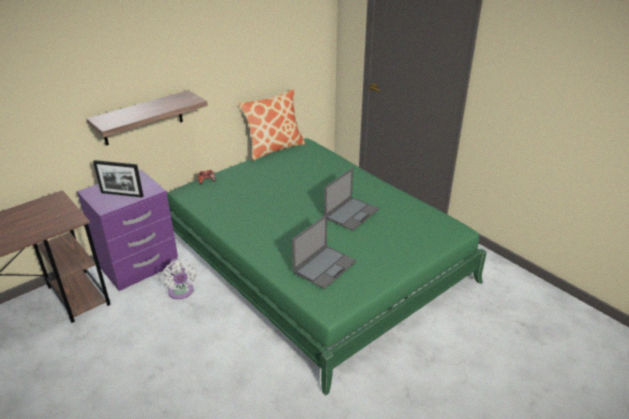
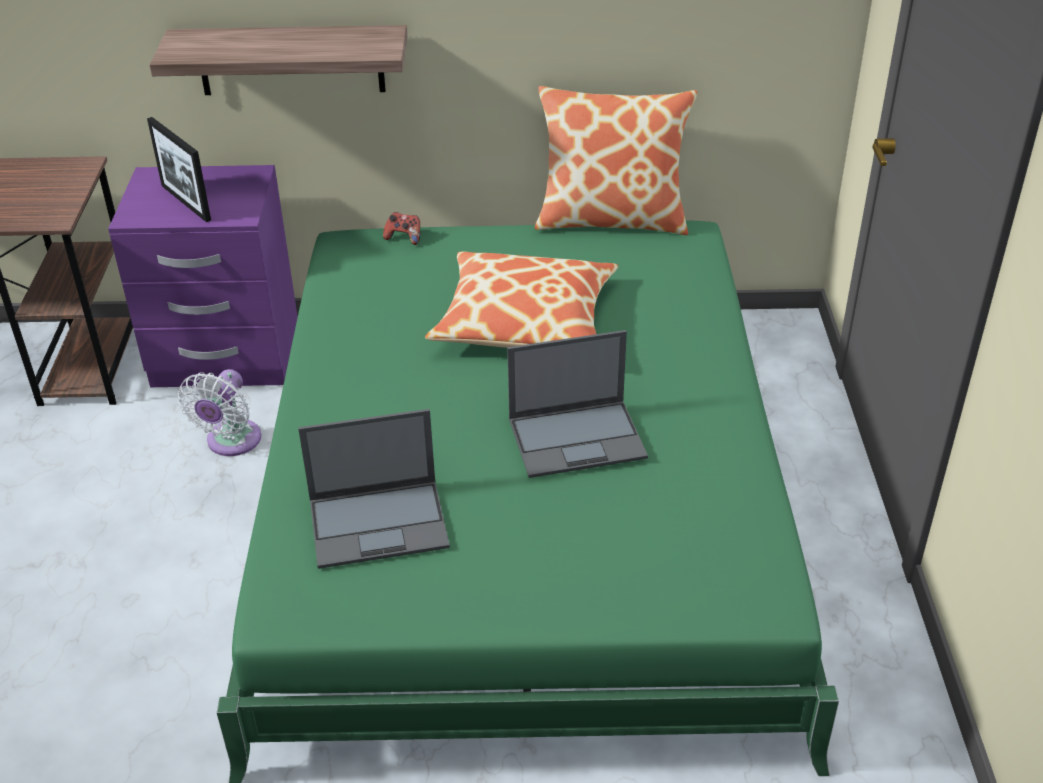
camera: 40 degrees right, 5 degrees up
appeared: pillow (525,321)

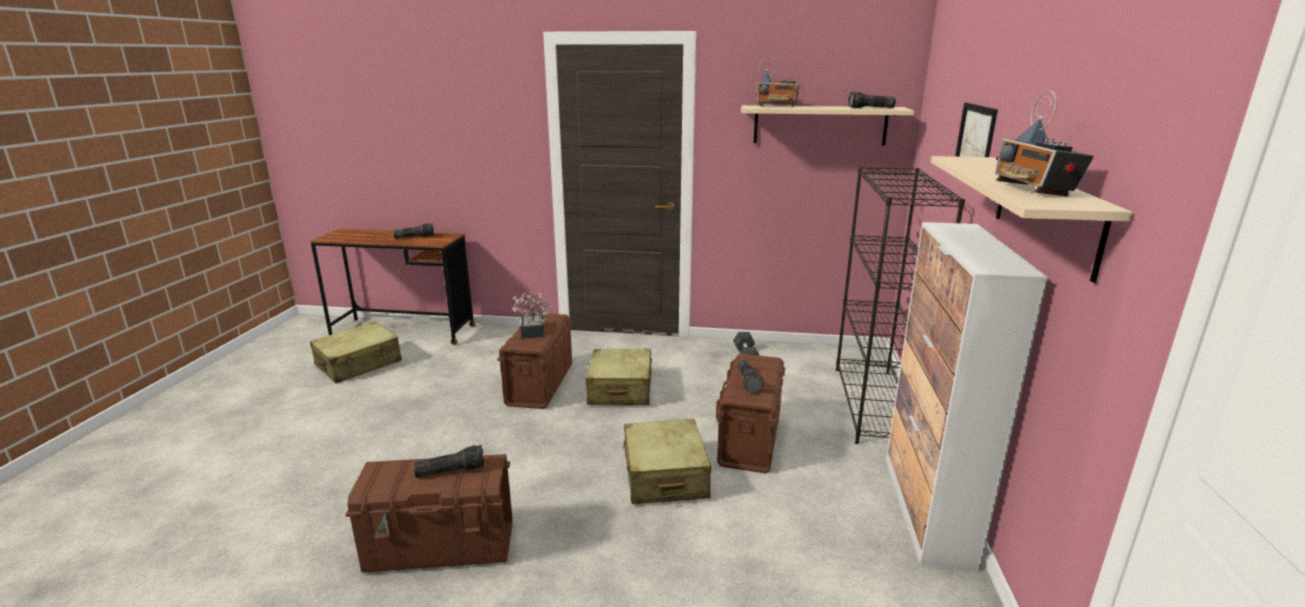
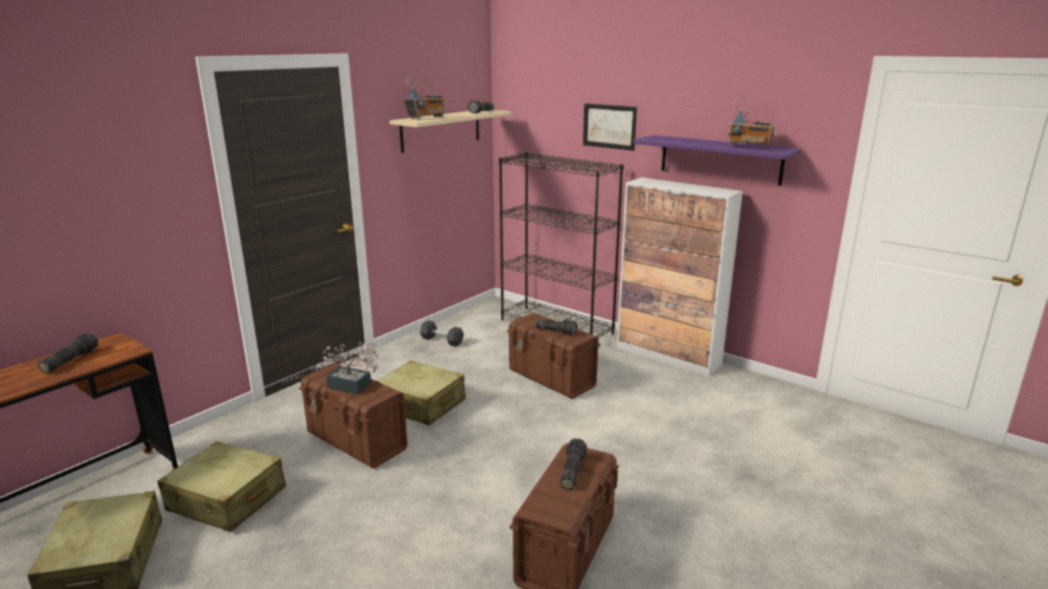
camera: 60 degrees left, 0 degrees up
relocated: beige_suitcase (664,476) to (227,500)
colour: beige_shelf (1045,212) to purple_shelf (720,159)

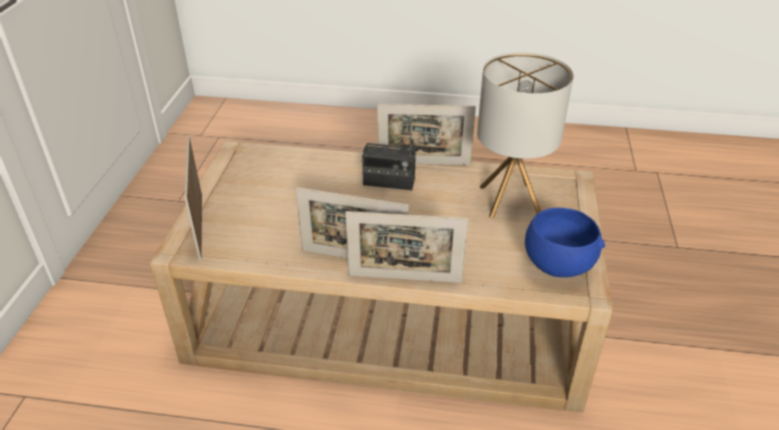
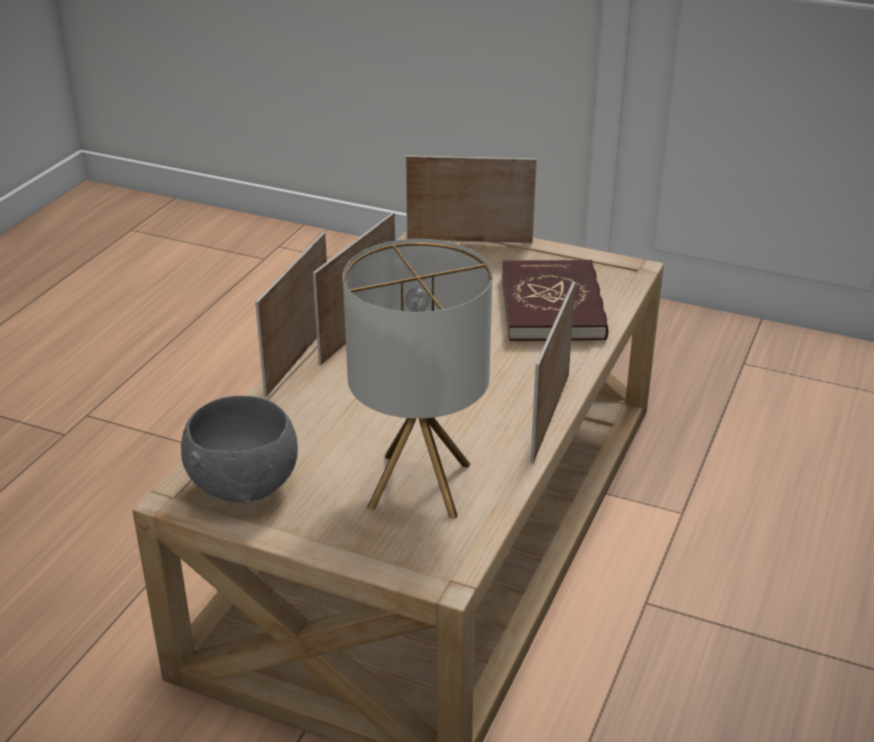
camera: 105 degrees right, 5 degrees down
missing: radio (388,182)
appeared: red_book (553,306)
colour: blue_bowl (556,265) to grey_bowl (246,485)

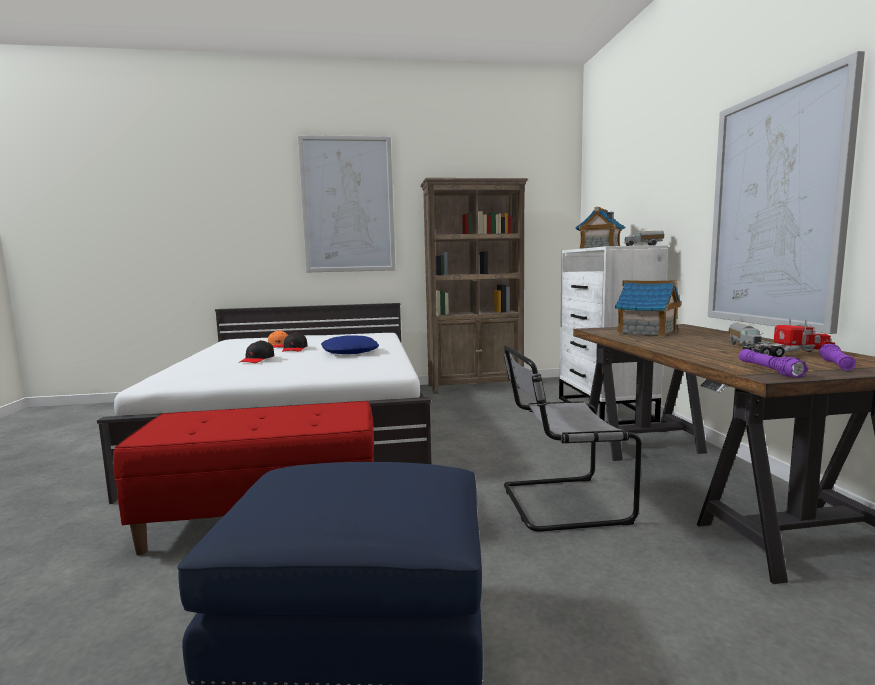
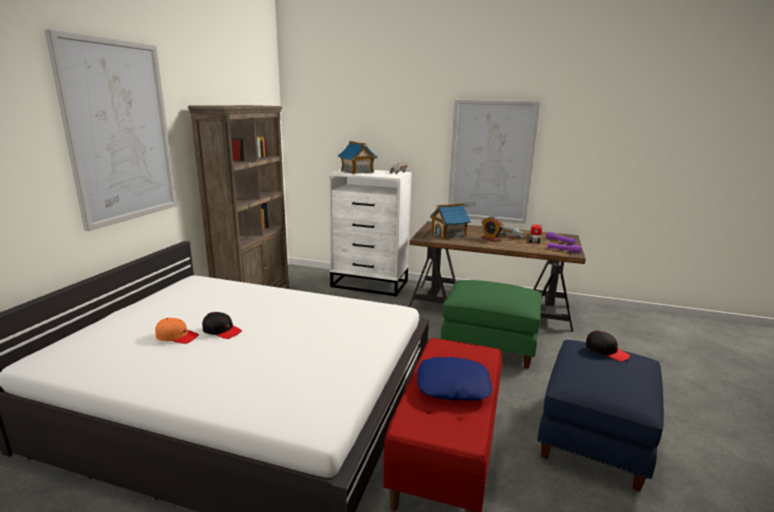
camera: 65 degrees left, 10 degrees up
appeared: alarm_clock (491,239)
relocated: black_cap (257,359) to (606,351); blue_pillow (350,352) to (453,385)
exchanged: grey_chair (559,503) to green_ottoman (488,345)

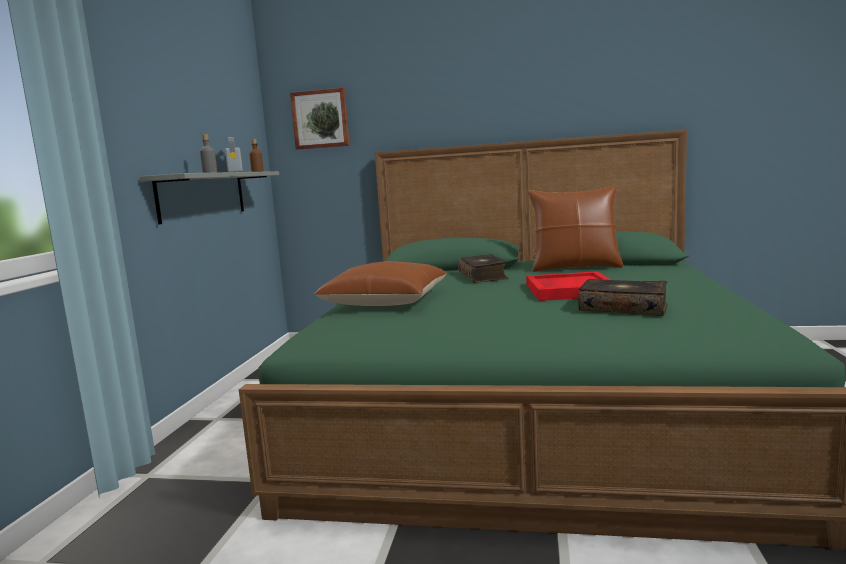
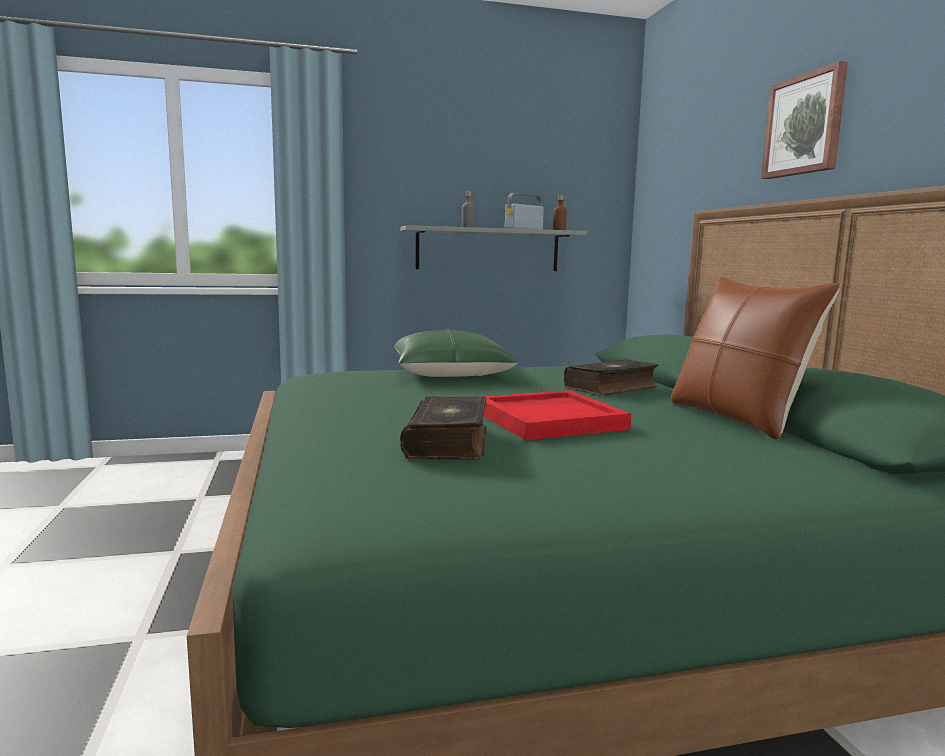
camera: 65 degrees right, 0 degrees up
relocated: picture (320,119) to (804,125)
colour: brown_pillow (385,301) to green_pillow (451,373)

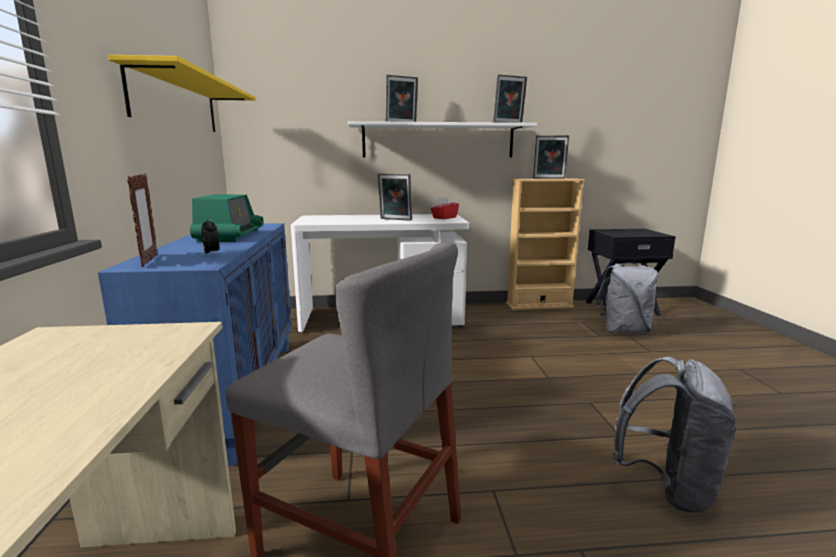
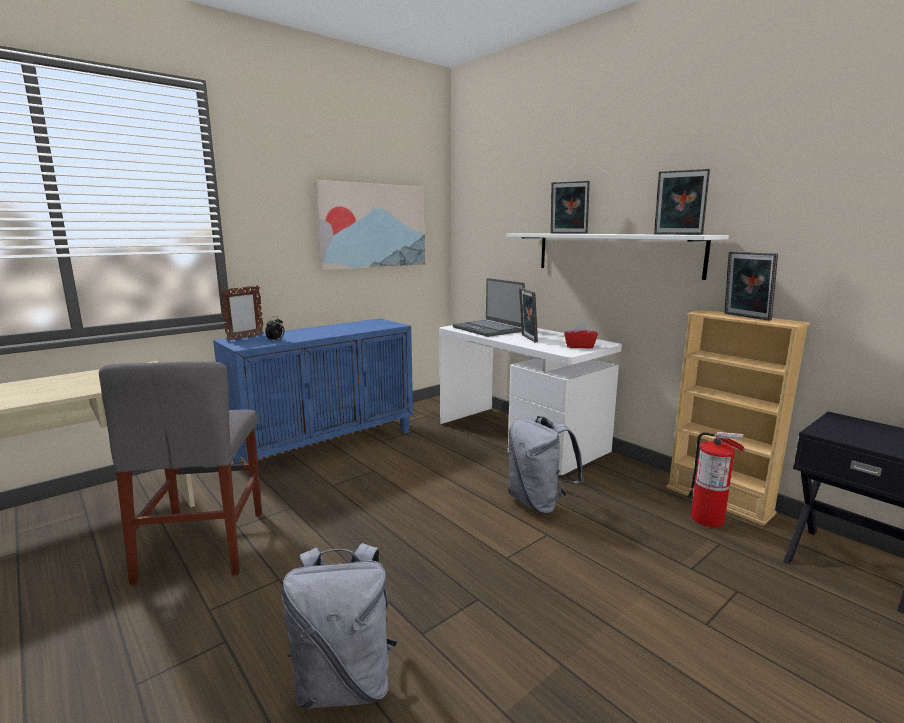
camera: 55 degrees right, 0 degrees up
missing: radio (229,236)
appeared: laptop (487,329); fire_extinguisher (707,519)
relocated: grey_backpack (624,331) to (539,503)
exchanged: yellow_shelf (177,103) to picture (372,226)

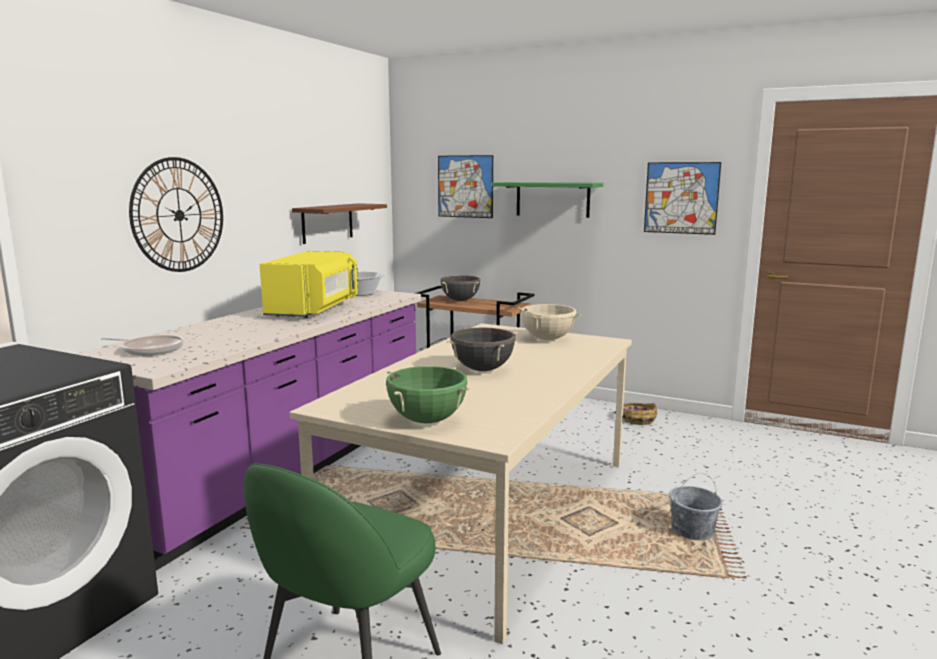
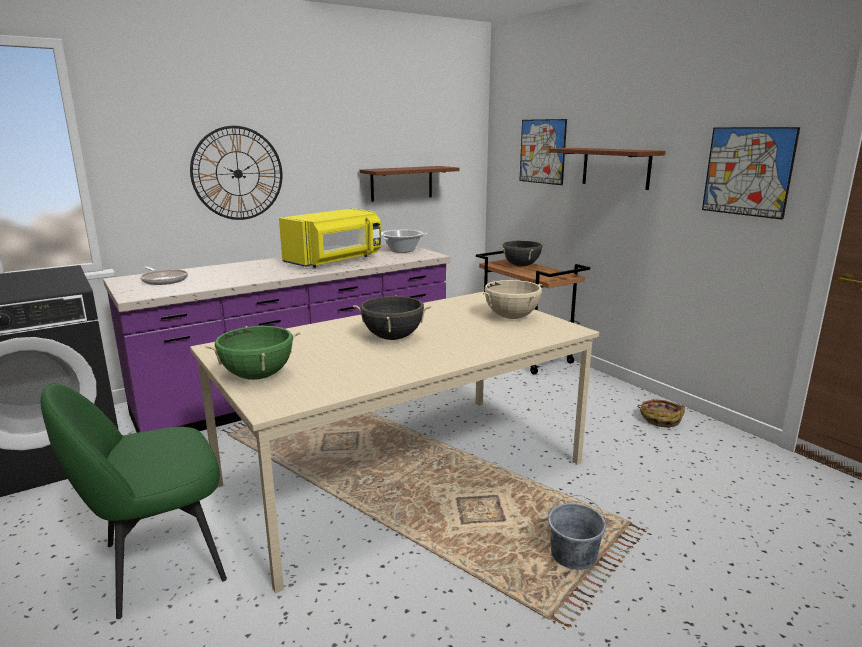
camera: 30 degrees right, 5 degrees up
colour: green_shelf (552,199) to brown_shelf (616,168)

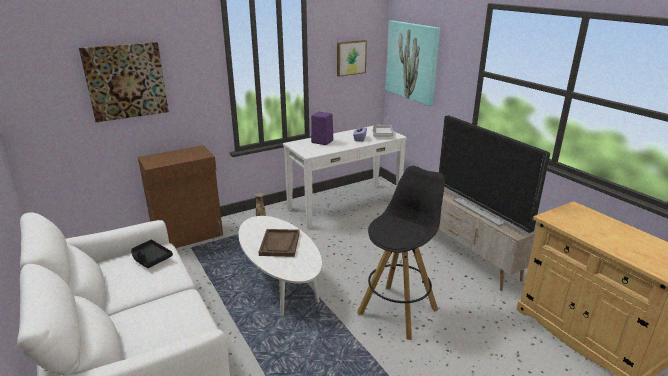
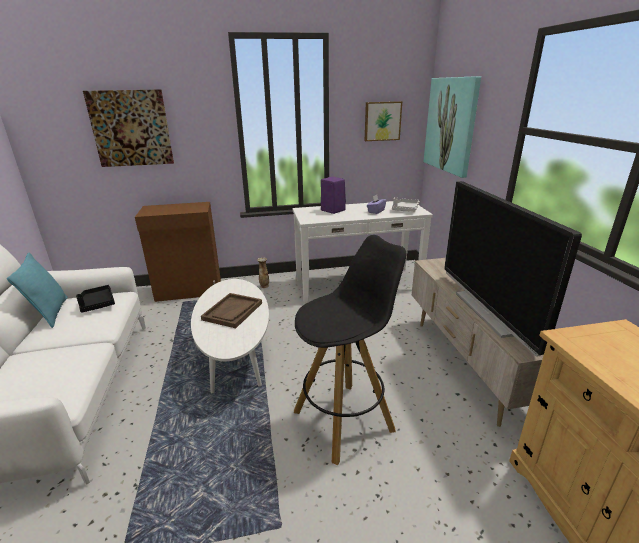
camera: 20 degrees right, 0 degrees up
appeared: turquoise_pillow (50,313)

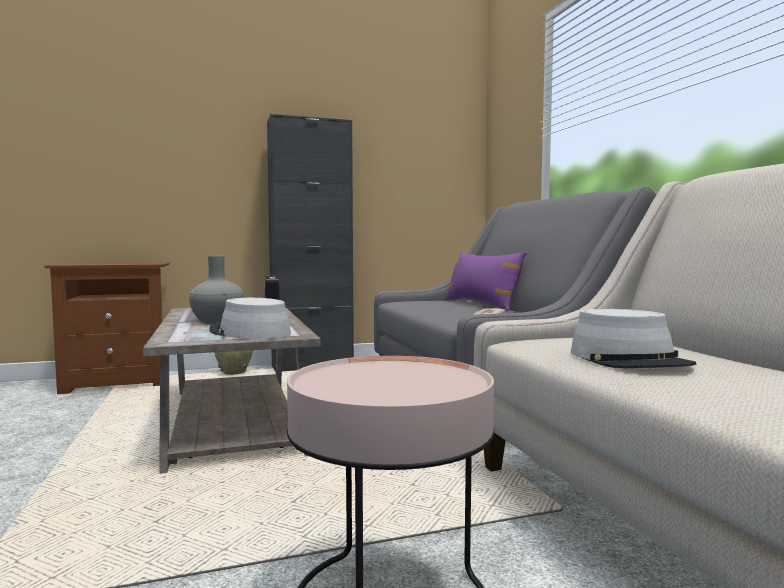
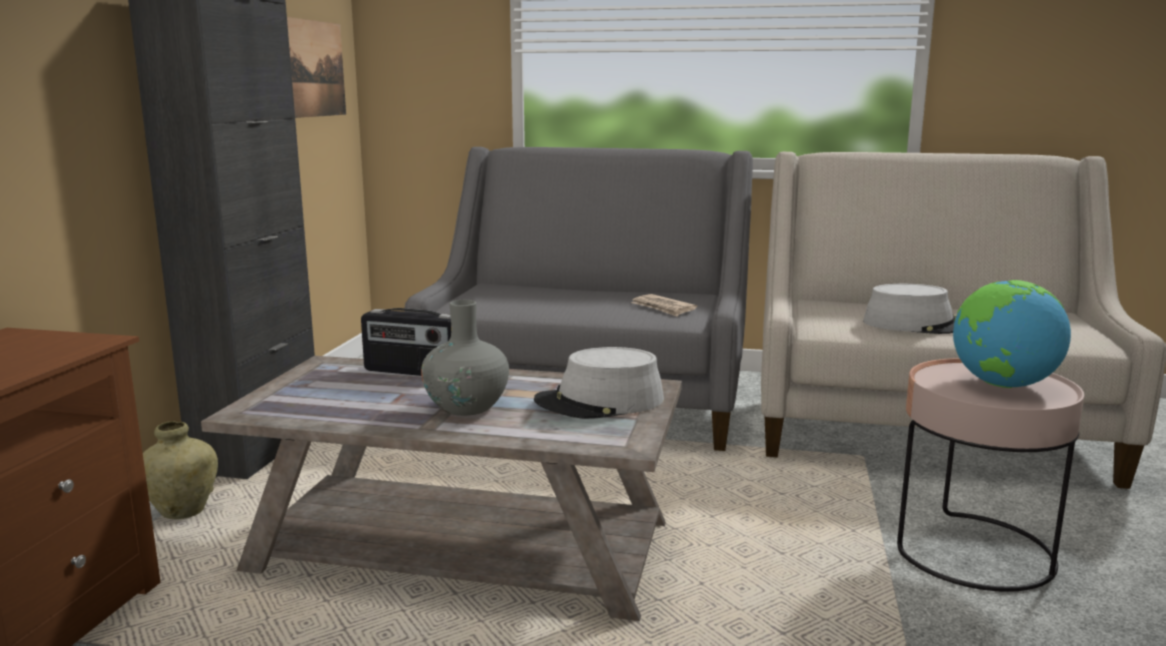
camera: 60 degrees left, 10 degrees up
missing: purple_pillow (482,304)
appeared: picture (314,69); globe (1002,385)

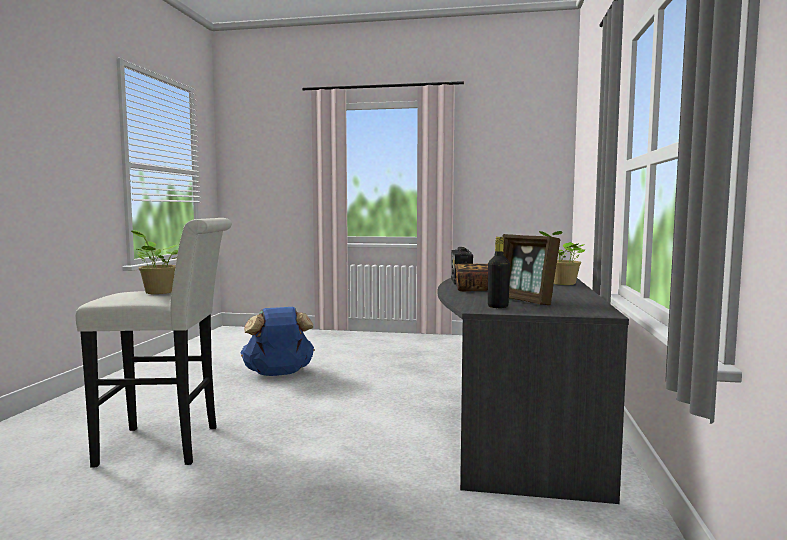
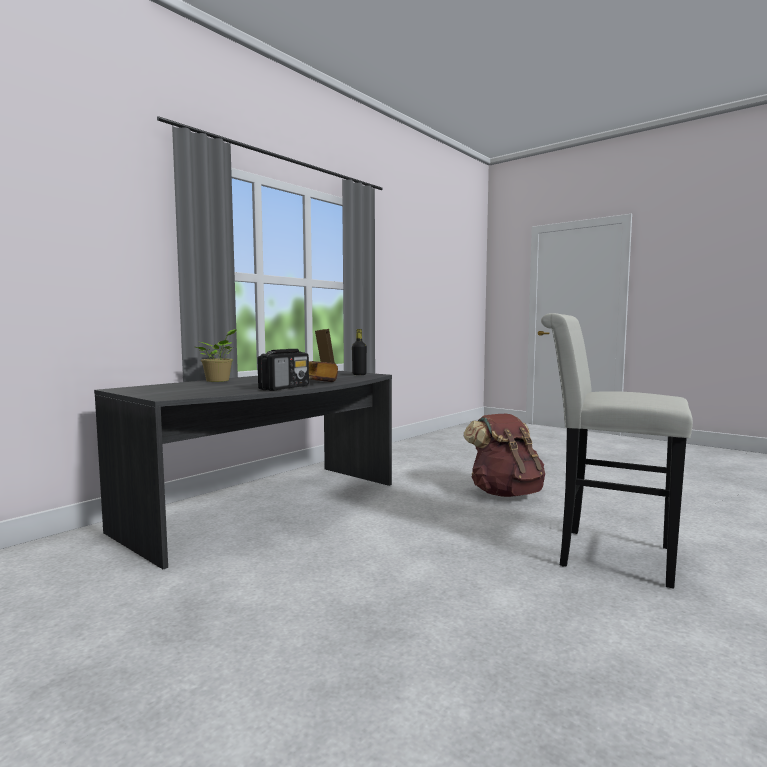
camera: 150 degrees left, 0 degrees up
missing: potted_plant (157,292); blue_backpack (278,374)
appeared: brown_backpack (505,493)

